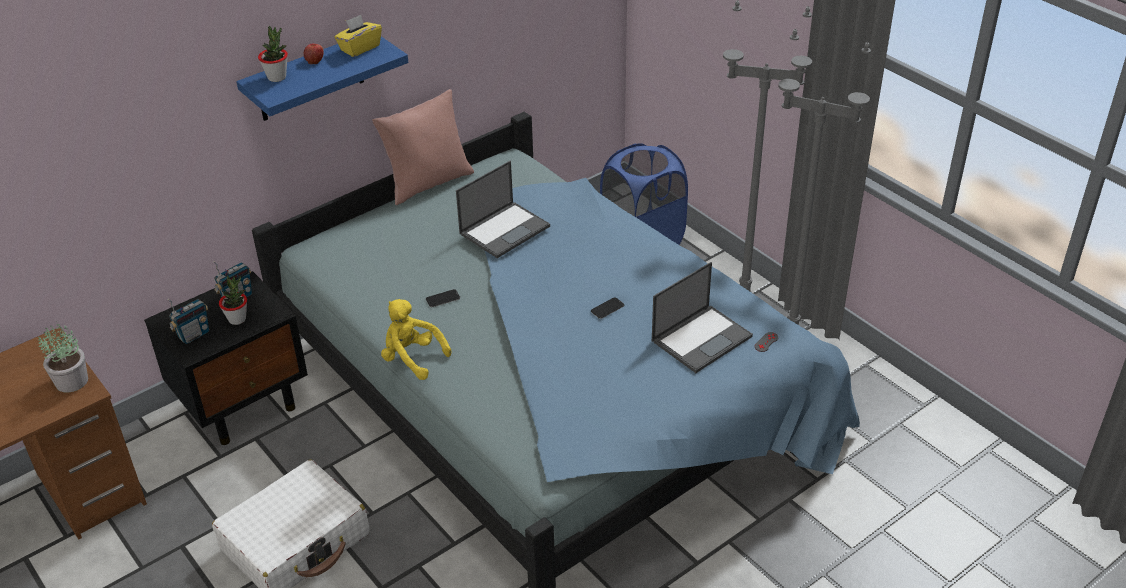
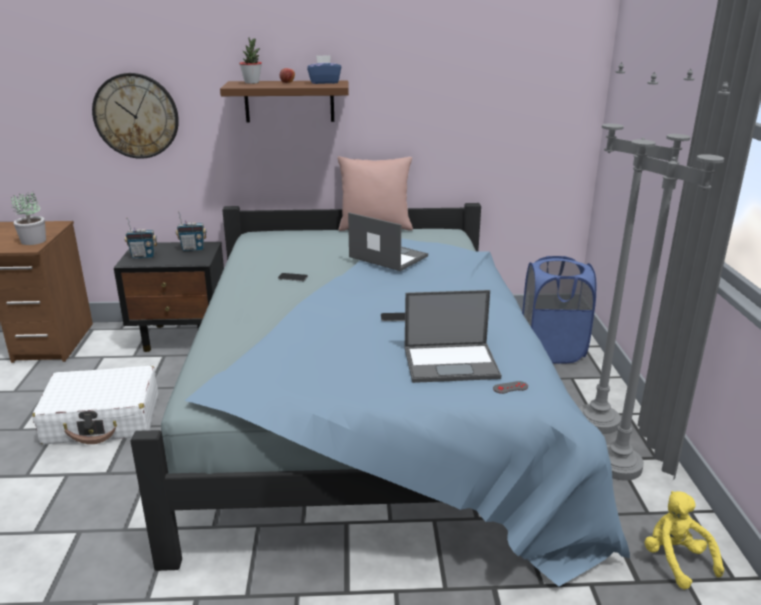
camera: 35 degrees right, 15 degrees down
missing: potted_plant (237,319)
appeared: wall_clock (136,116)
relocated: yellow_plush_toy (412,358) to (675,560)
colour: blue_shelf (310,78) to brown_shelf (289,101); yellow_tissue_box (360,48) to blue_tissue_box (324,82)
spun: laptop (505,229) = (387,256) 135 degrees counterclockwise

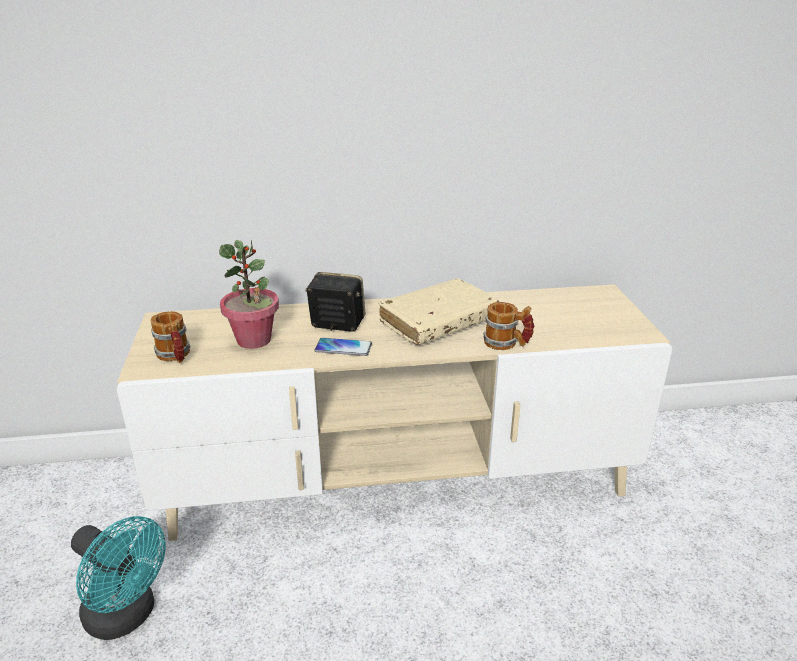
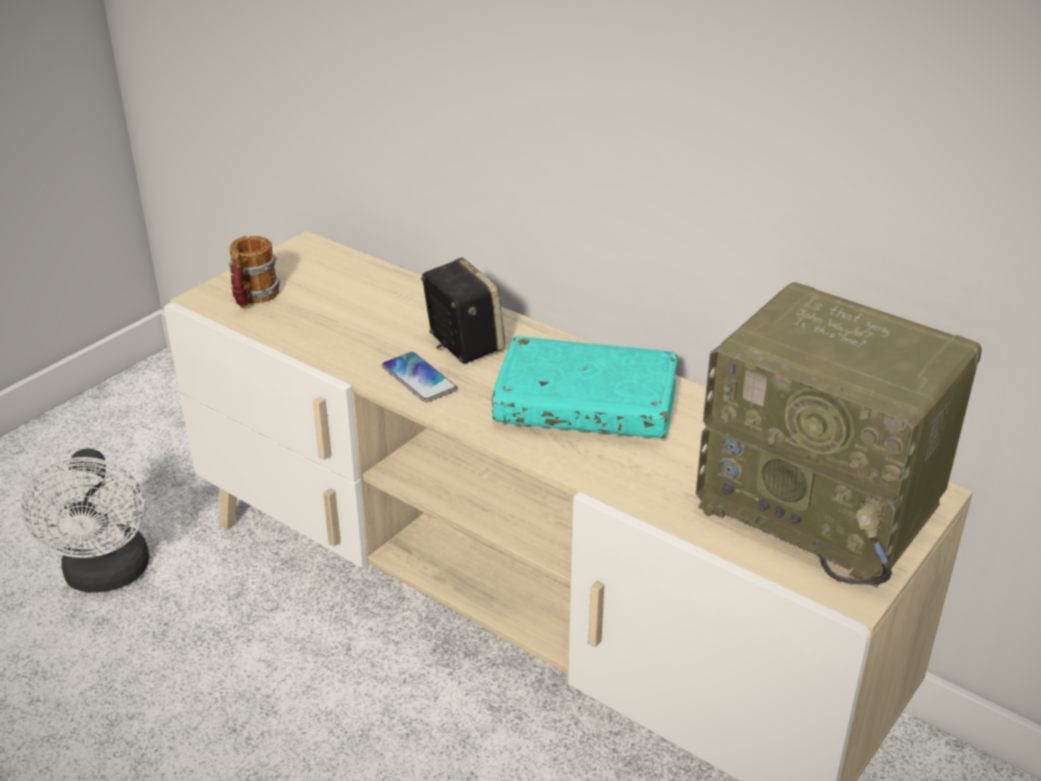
camera: 45 degrees right, 5 degrees up
missing: potted_plant (254,340); mug (507,344)
appeared: radio (824,506)
colour: turquoise_fan (127,616) to white_fan (107,576); beige_book (438,322) to turquoise_book (585,405)

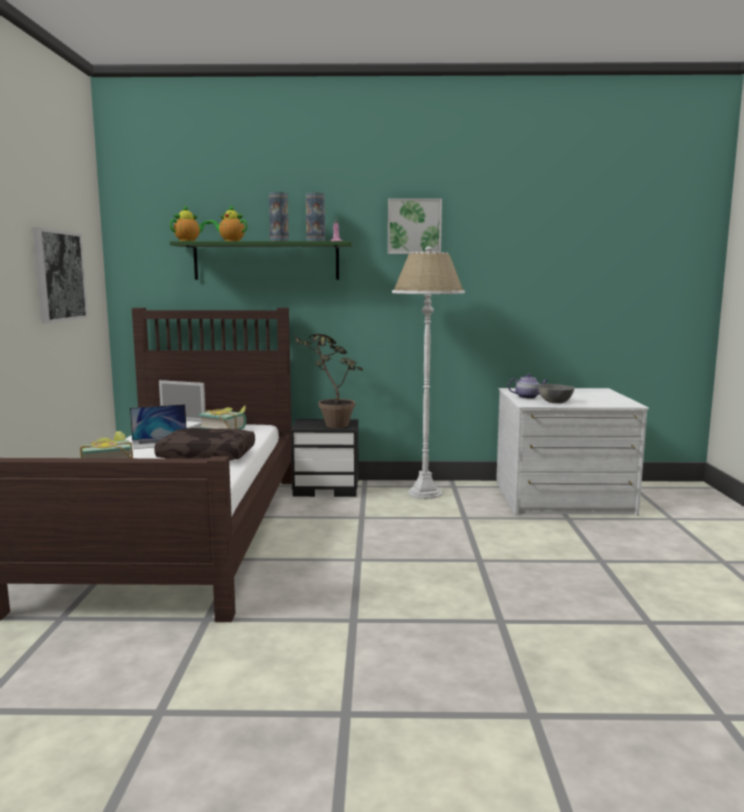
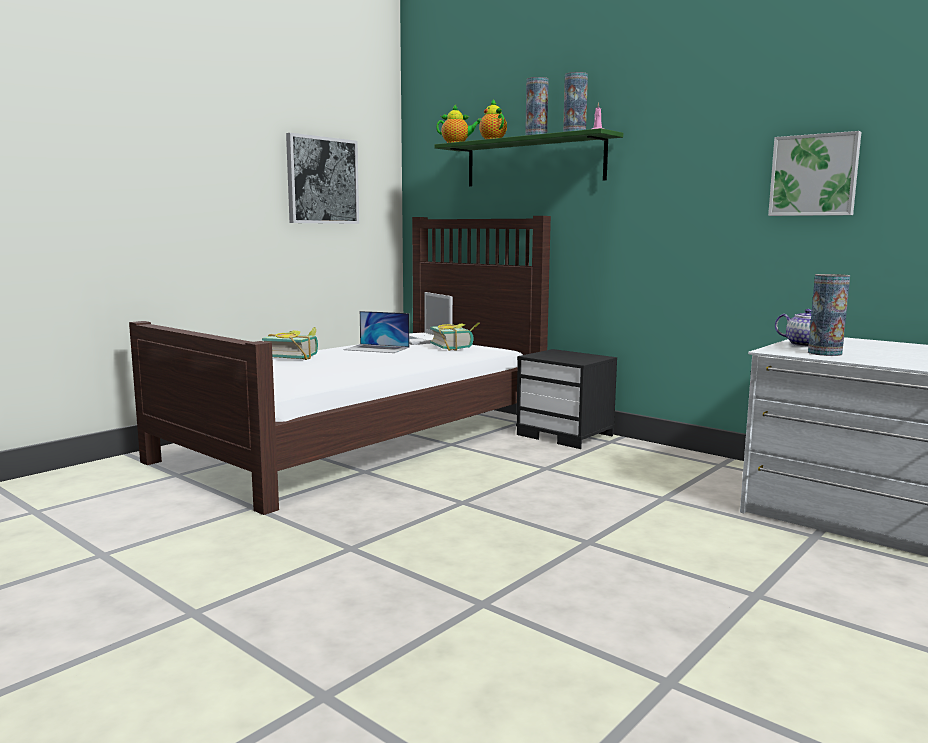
camera: 40 degrees right, 0 degrees up
missing: brown_pillow (208,455); potted_plant (329,424); white_floor_lamp (425,493)
relocated: picture (414,226) to (814,175)
exchanged: grey_bowl (554,402) to vase (824,353)

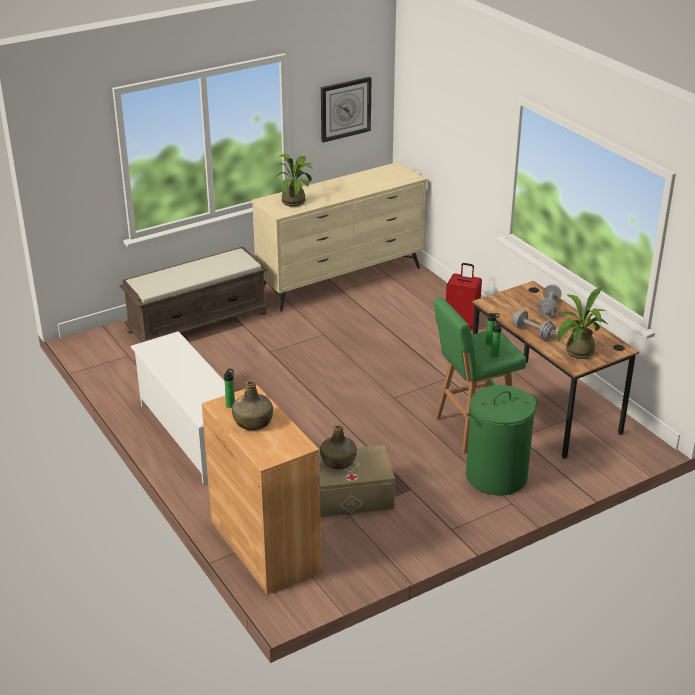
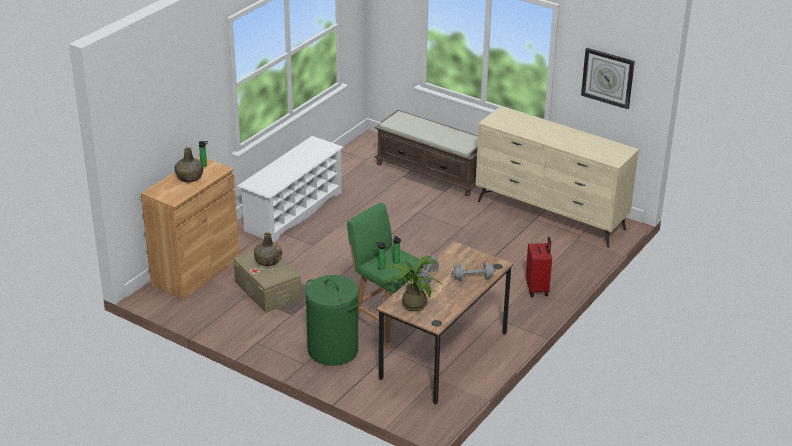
camera: 65 degrees right, 0 degrees up
missing: potted_plant (295,201)

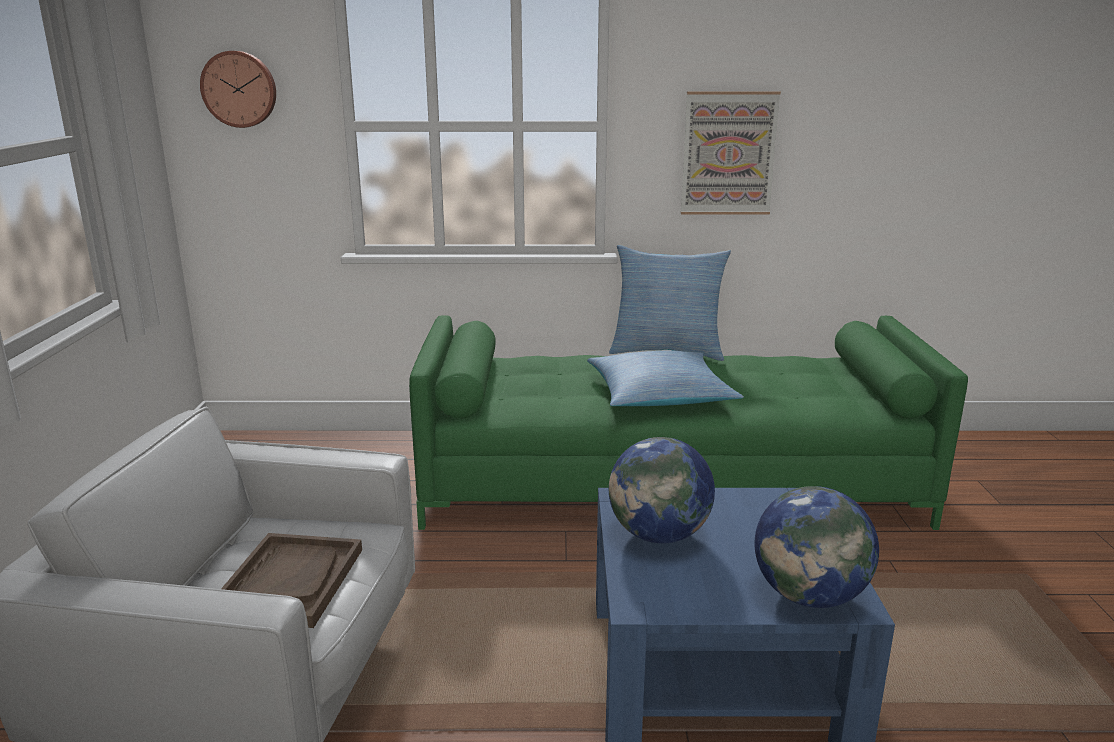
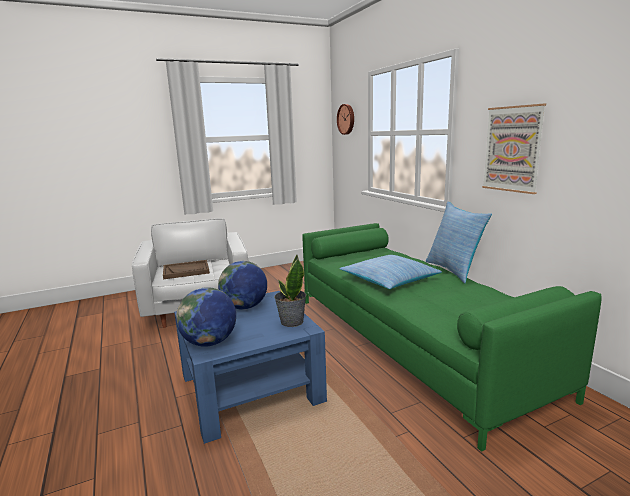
camera: 65 degrees right, 5 degrees down
appeared: potted_plant (291,322)

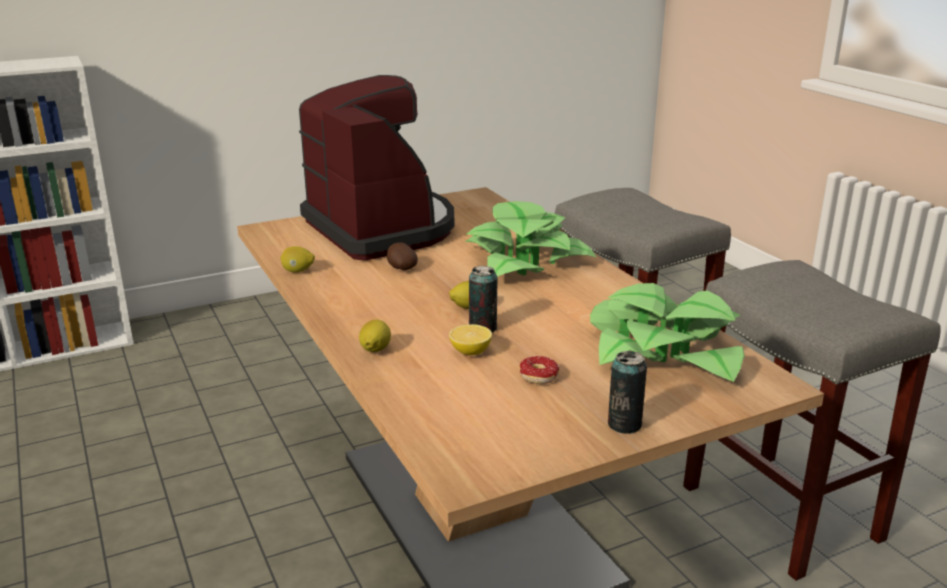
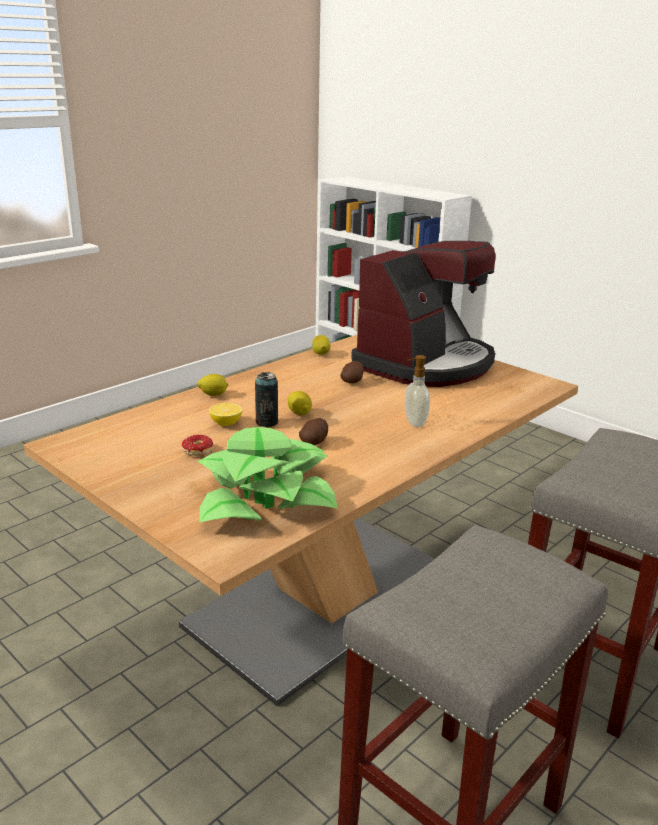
camera: 70 degrees right, 0 degrees up
missing: can (624,424)
appeared: potato (315,442)
exchanged: potted_plant (526,259) to soap_dispenser (414,422)

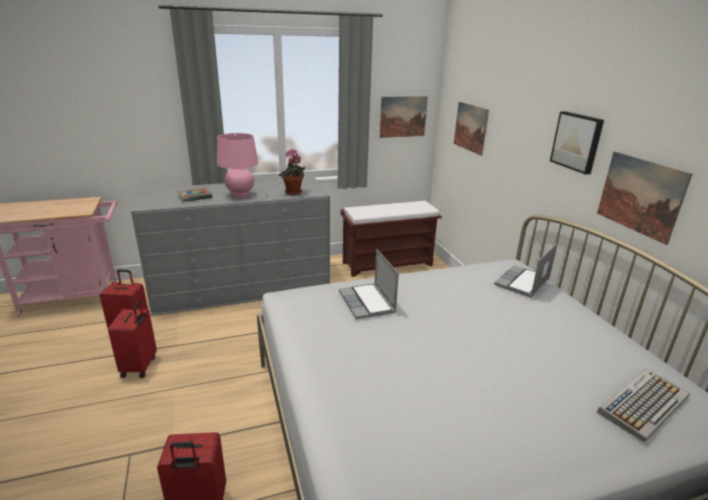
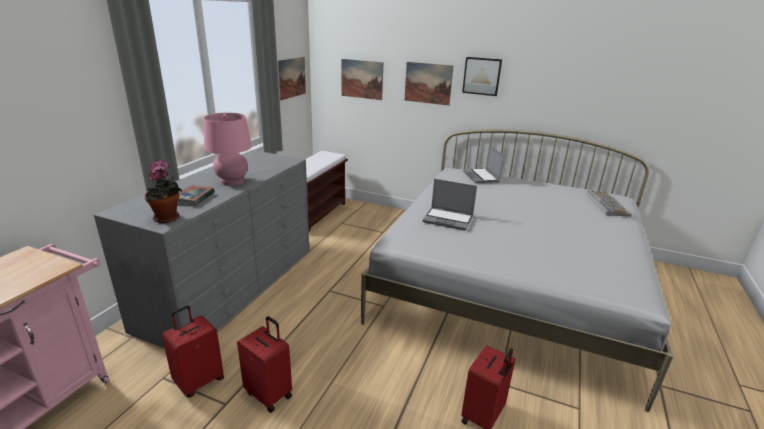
camera: 50 degrees left, 0 degrees up
relocated: potted_plant (293,193) to (168,219); picture (640,195) to (428,83)

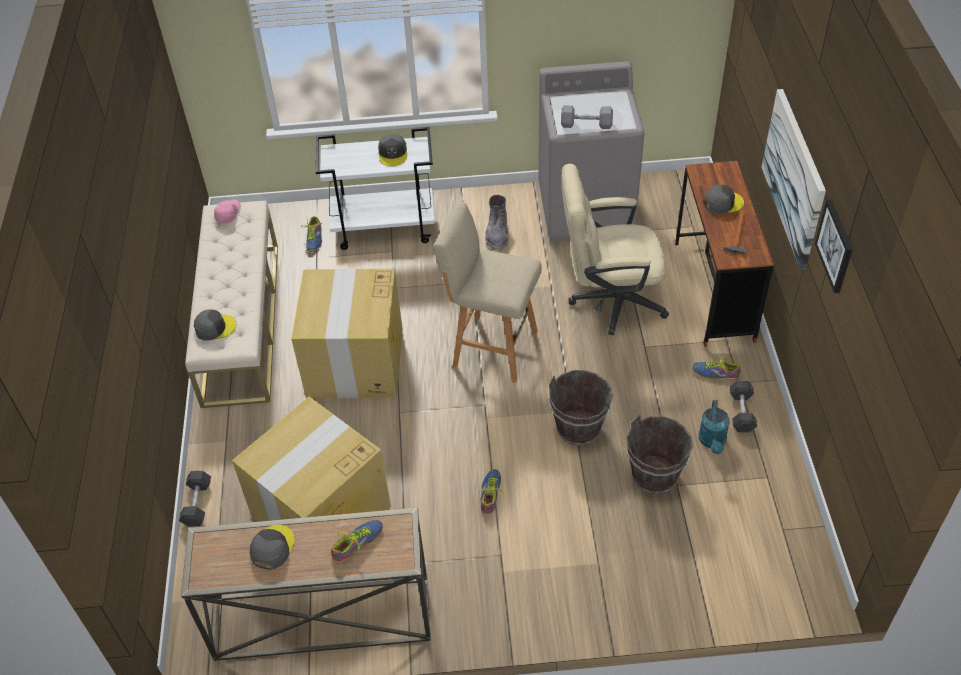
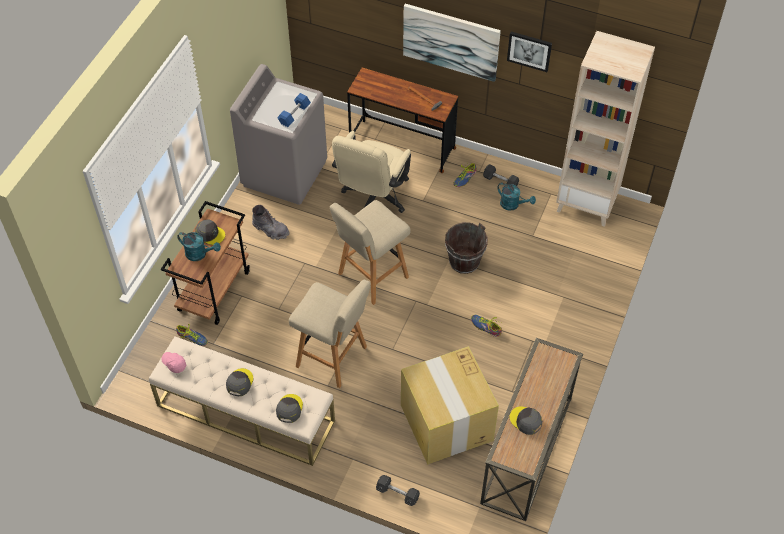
camera: 65 degrees left, 5 degrees up
missing: shoe (357,543); brown_bucket (654,476)
appeared: turquoise_watering_can (199,254); beige_bookcase (587,204)
relocated: grey_cap (723,202) to (239,383)
exchanged: cardboard_box (355,364) to beige_stool (333,358)
colour: white_cart (385,227) to brown_cart (214,290); grey_dumbbell (586,124) to blue_dumbbell (294,115)

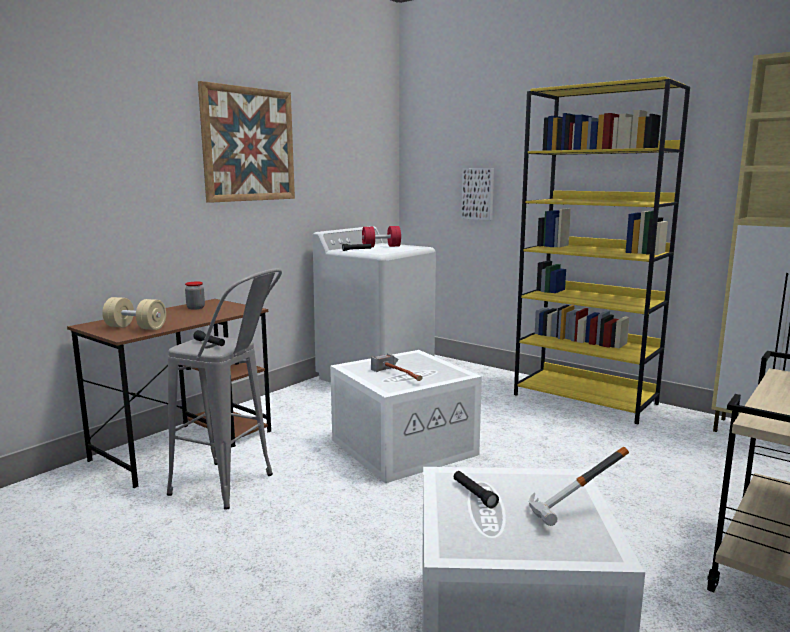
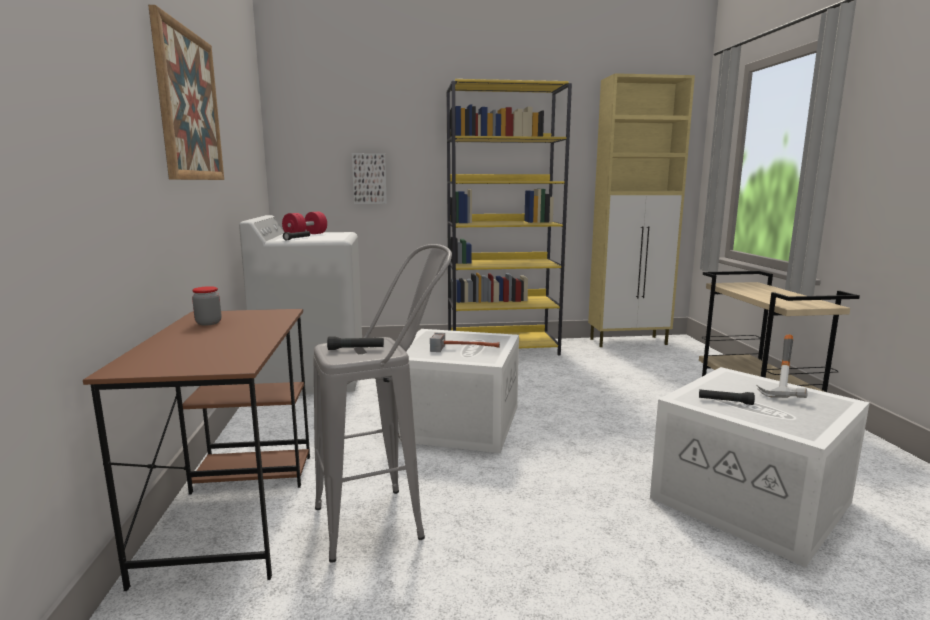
camera: 45 degrees left, 0 degrees up
missing: beige_dumbbell (136,327)

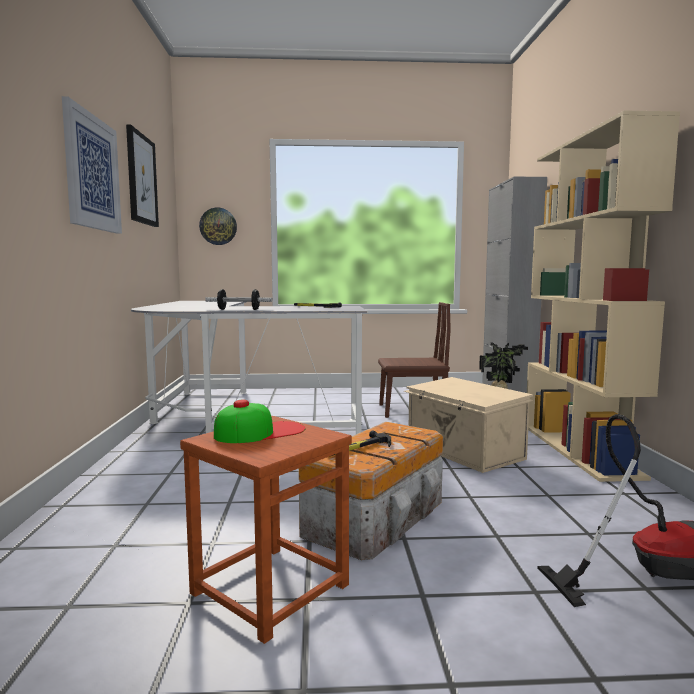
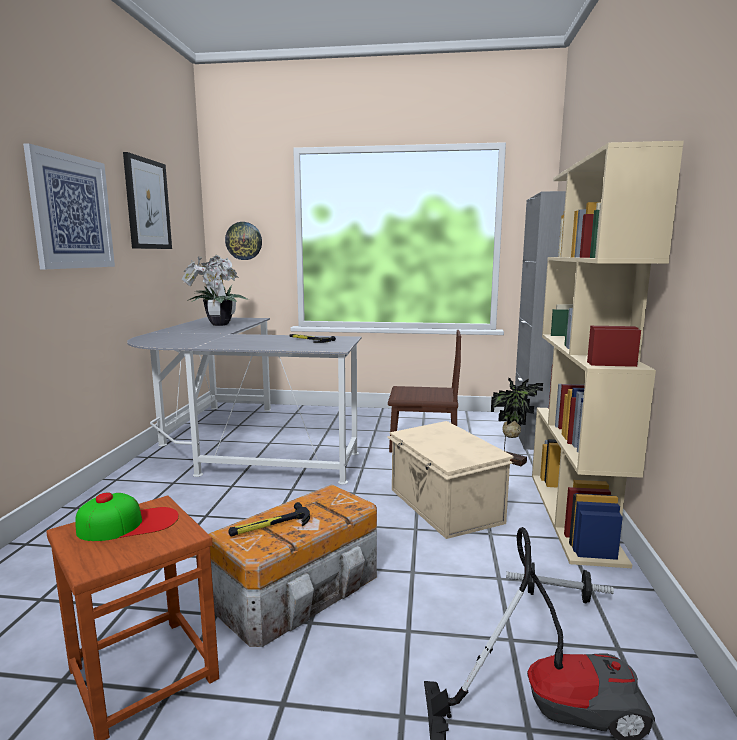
camera: 10 degrees right, 5 degrees up
appeared: potted_plant (217,325)
relocated: dumbbell (239,309) to (557,596)

